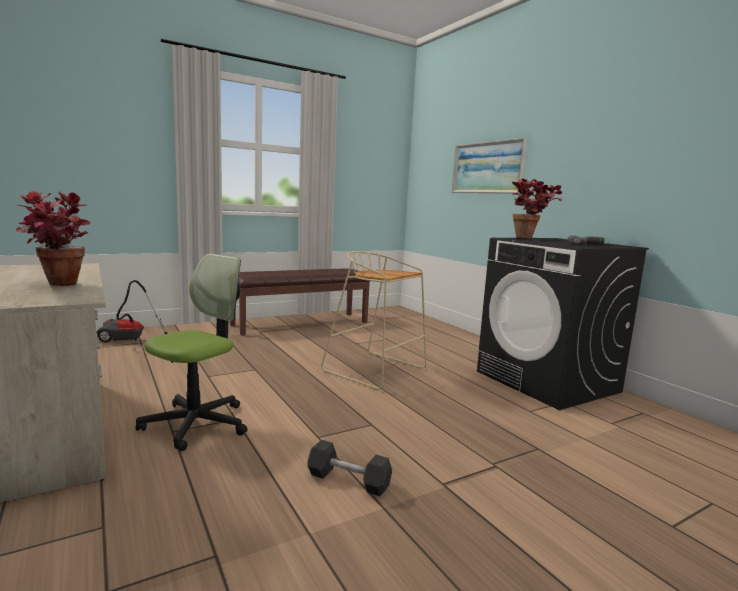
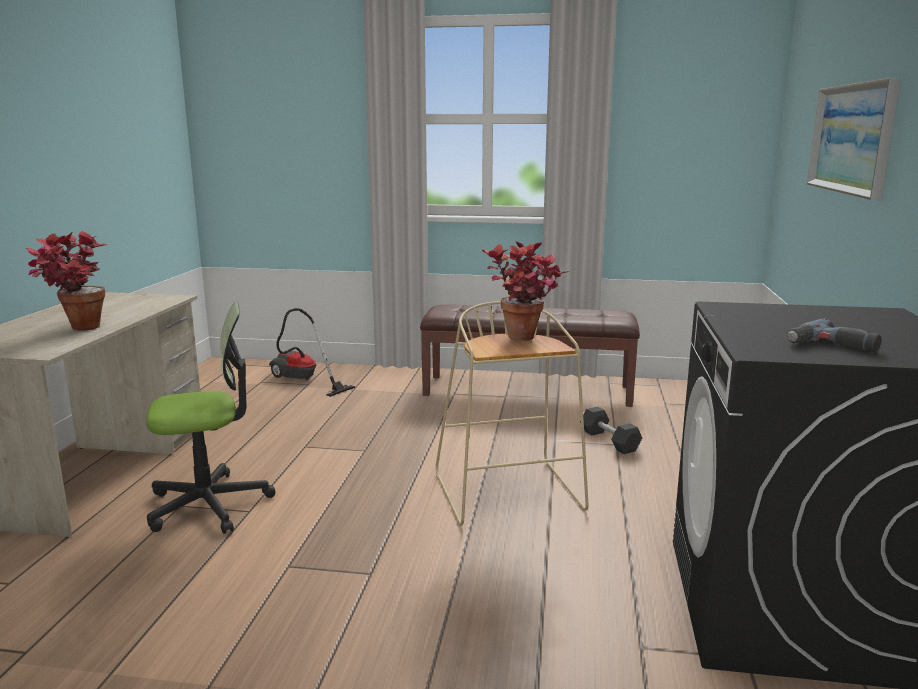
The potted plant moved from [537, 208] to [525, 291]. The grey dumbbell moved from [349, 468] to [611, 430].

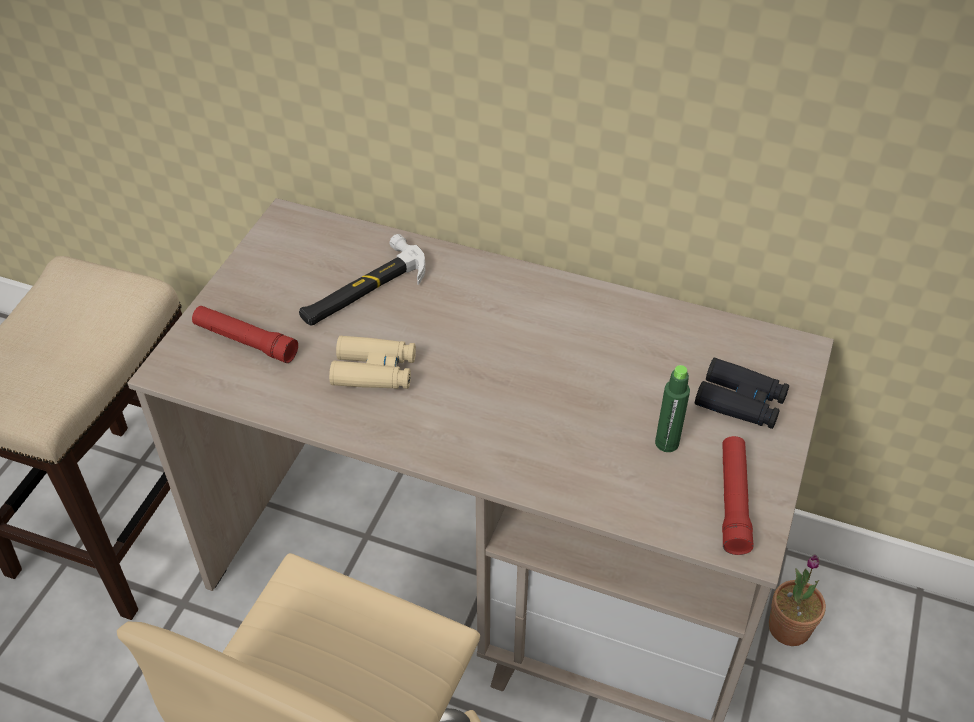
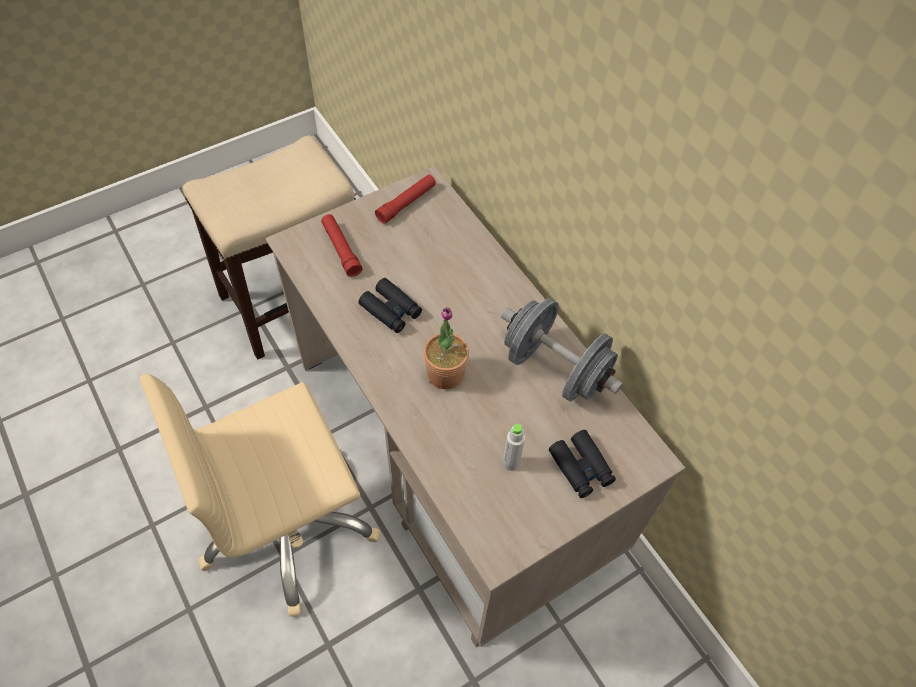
The beige binoculars at [372, 362] became the black binoculars at [390, 305]. The red flashlight moved from [738, 495] to [405, 199]. The potted plant moved from [797, 600] to [446, 348]. The grey dumbbell at [562, 349] appeared. The green bottle at [672, 408] became the grey bottle at [513, 447]. The hammer at [362, 280] disappeared.

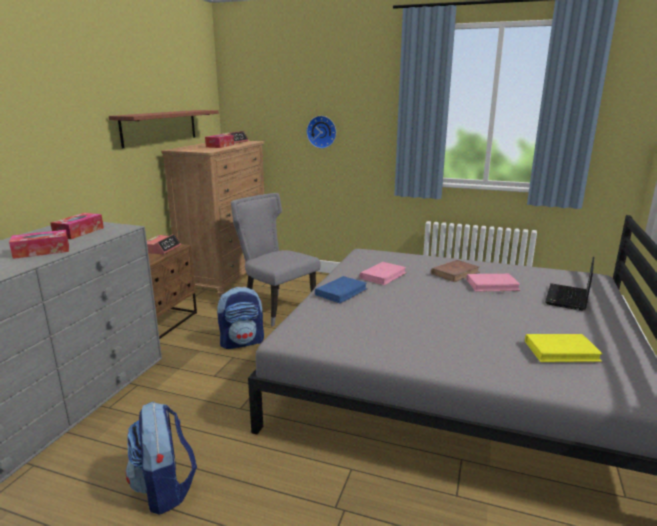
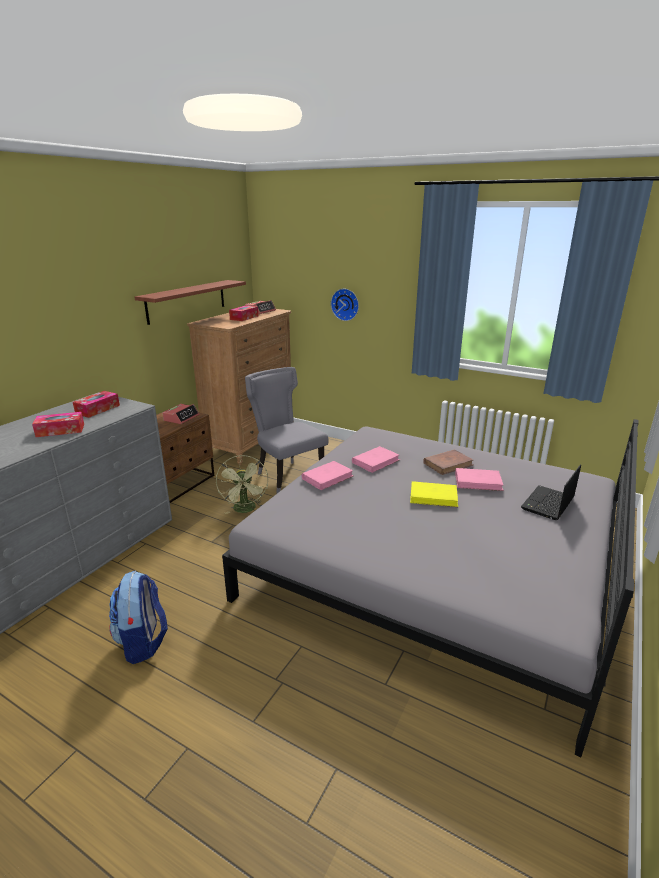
The backpack at [240, 318] was replaced by the green fan at [242, 484]. The blue book at [341, 289] became the pink book at [328, 475]. The yellow book moved from [564, 348] to [434, 494].

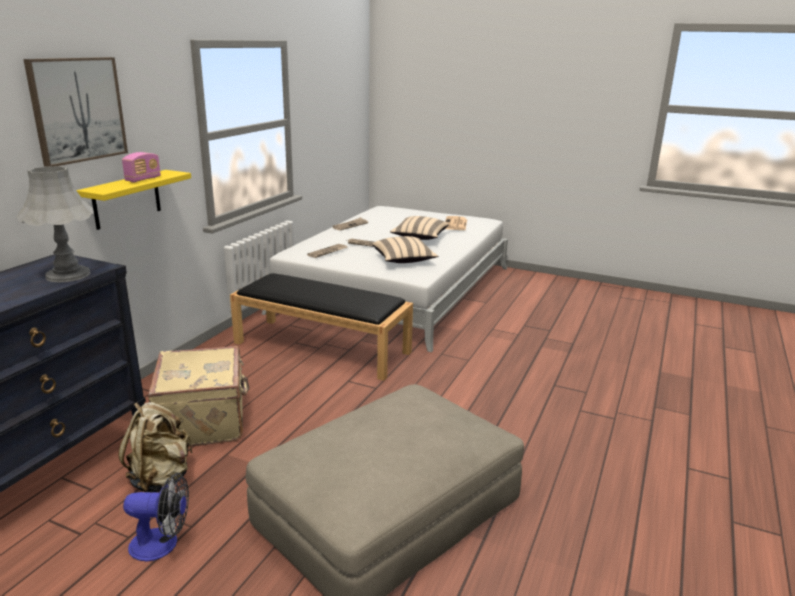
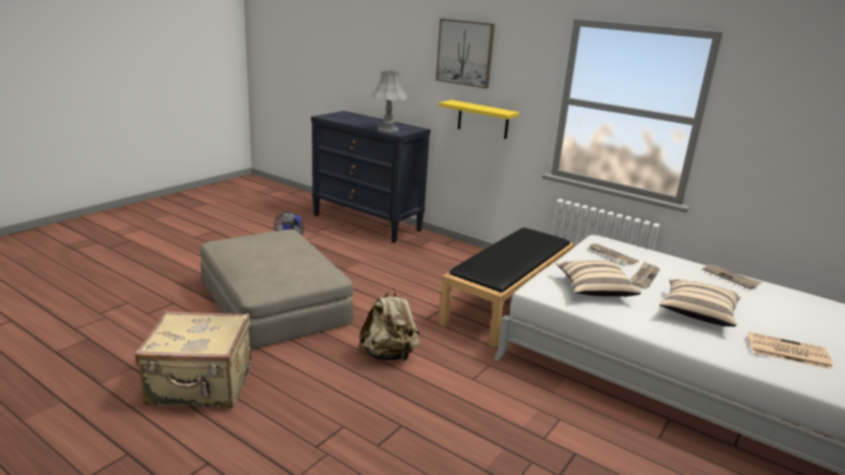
The beige suitcase moved from [198, 396] to [193, 359]. The beige backpack moved from [155, 447] to [389, 324]. The radio at [141, 167] disappeared.

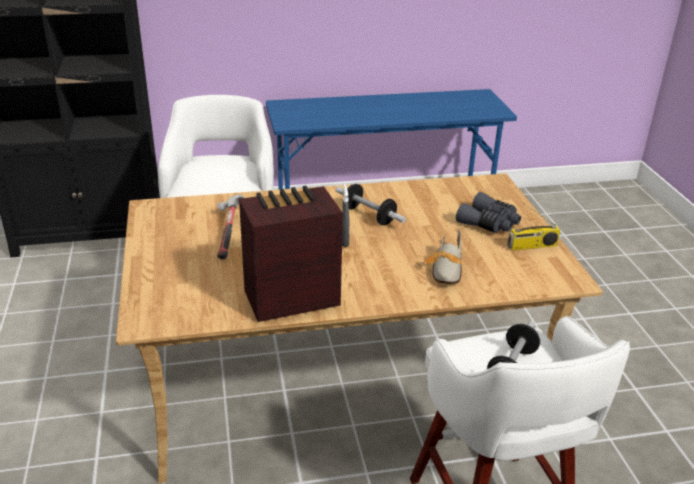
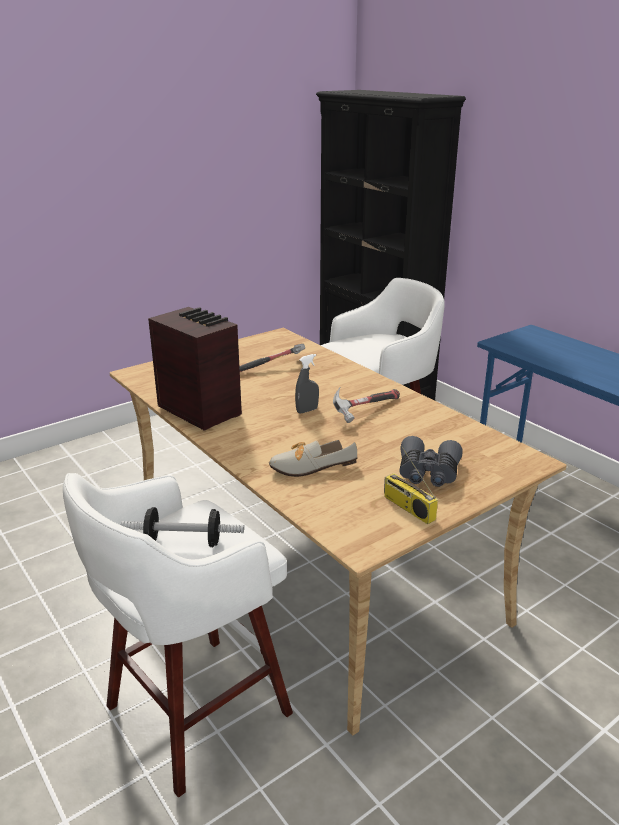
The dumbbell at [371, 204] was replaced by the hammer at [366, 405].

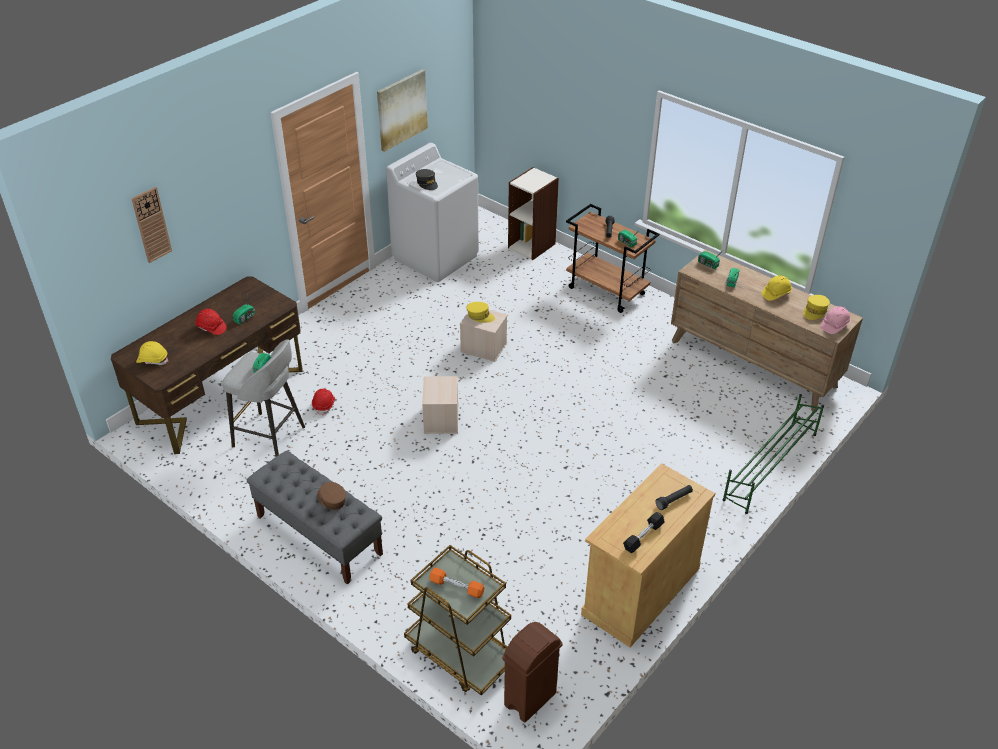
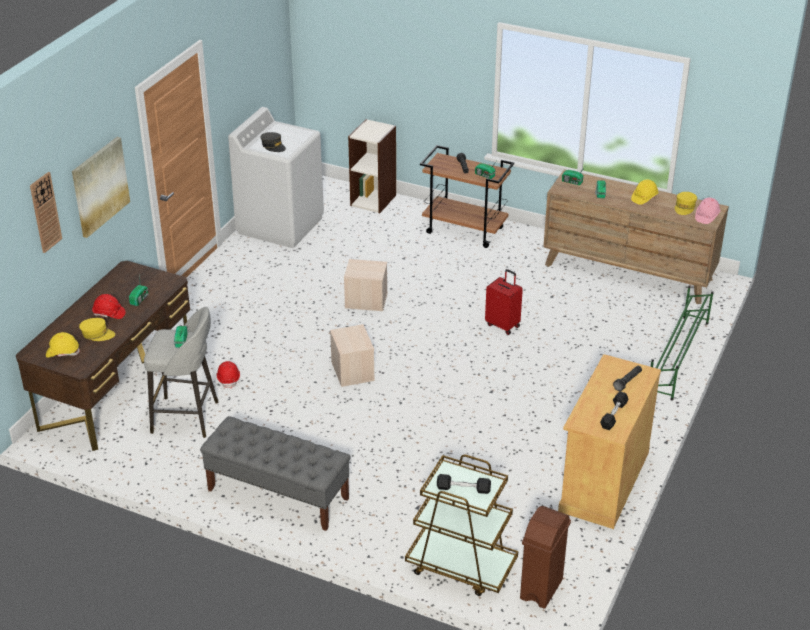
The picture moved from [402, 110] to [101, 187]. The yellow cap moved from [480, 312] to [97, 329]. The orange dumbbell at [456, 582] became the black dumbbell at [464, 484]. The red suitcase at [504, 302] appeared. The brown cap at [331, 496] disappeared.

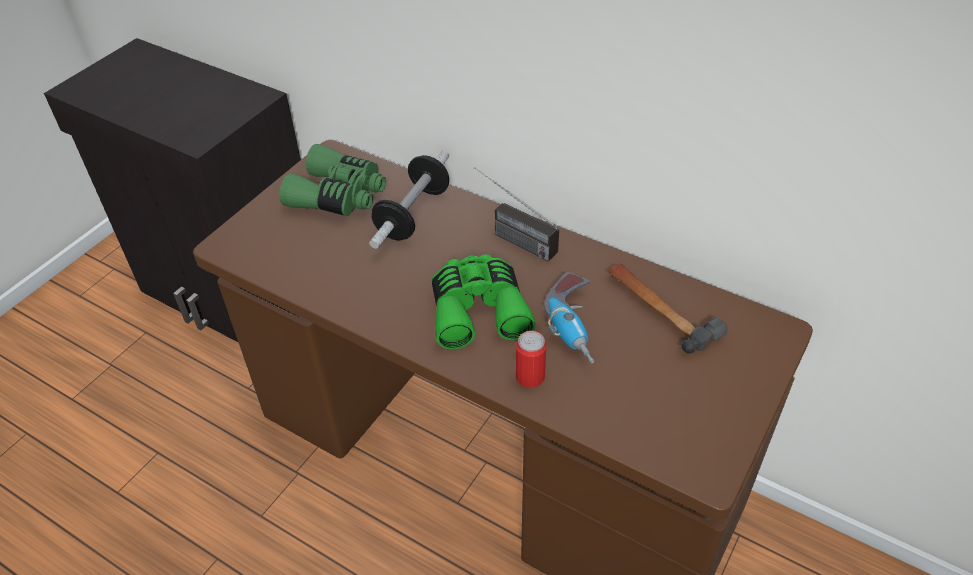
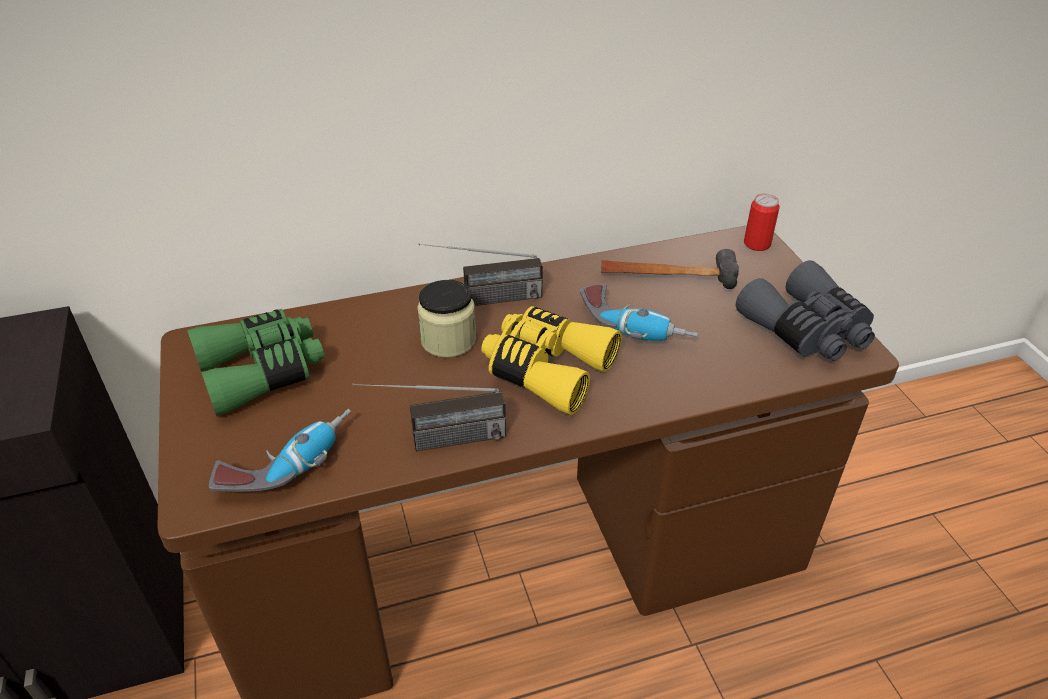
The power drill at [280, 450] appeared. The radio at [429, 417] appeared. The jar at [446, 319] appeared. The green binoculars at [484, 301] became the yellow binoculars at [551, 360]. The grey binoculars at [805, 310] appeared. The can moved from [531, 359] to [762, 222]. The dumbbell at [409, 200] disappeared.

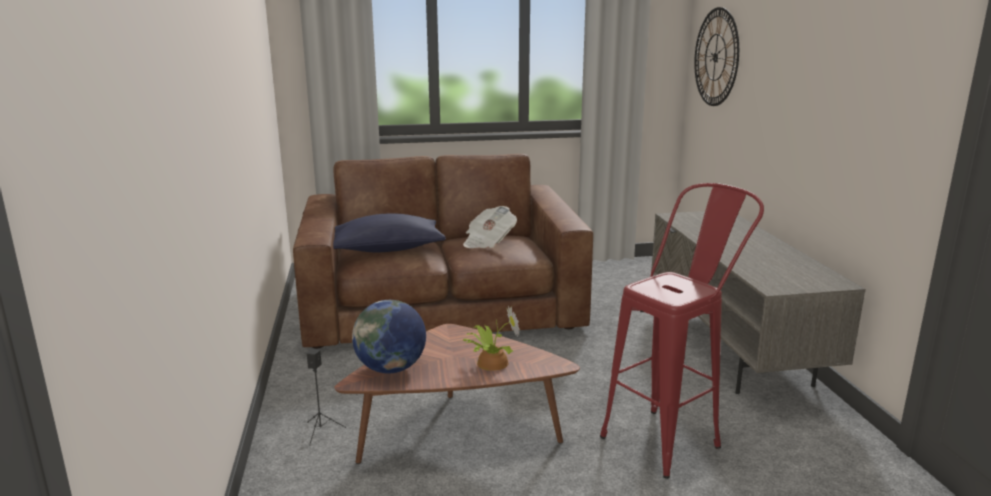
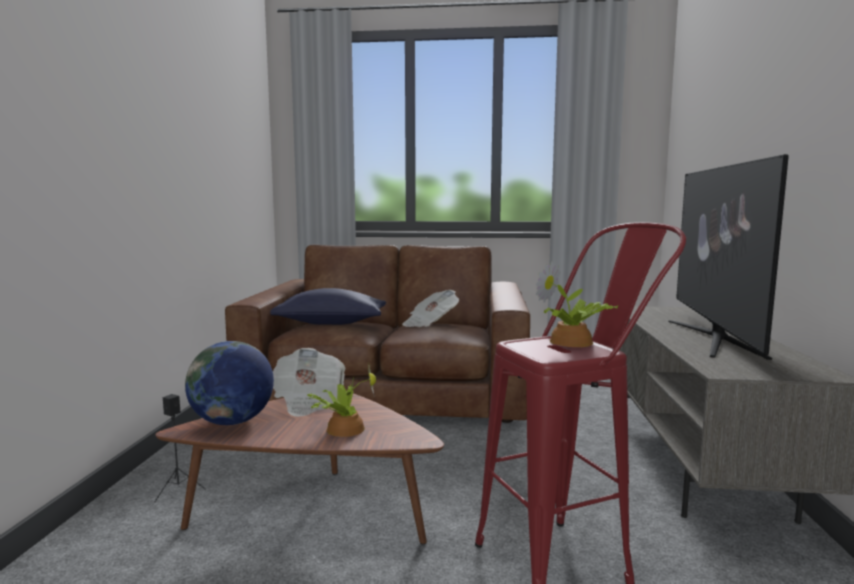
The newspaper at [309, 382] appeared. The potted plant at [577, 304] appeared. The television at [728, 257] appeared. The wall clock at [716, 56] disappeared.

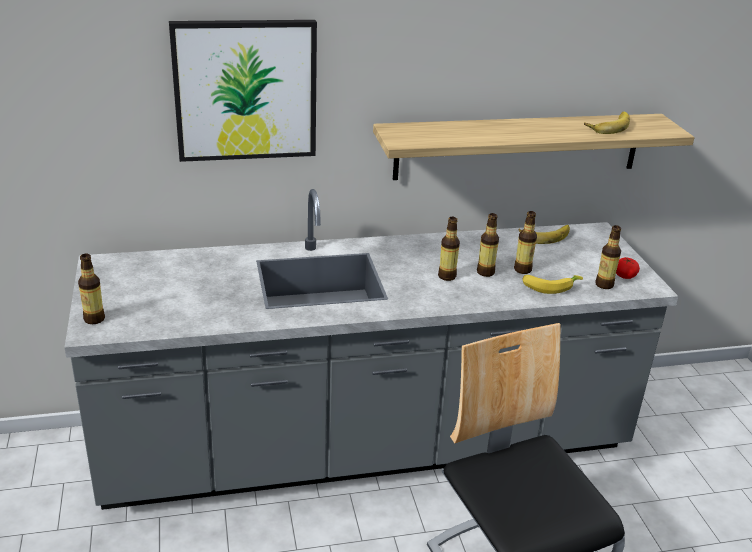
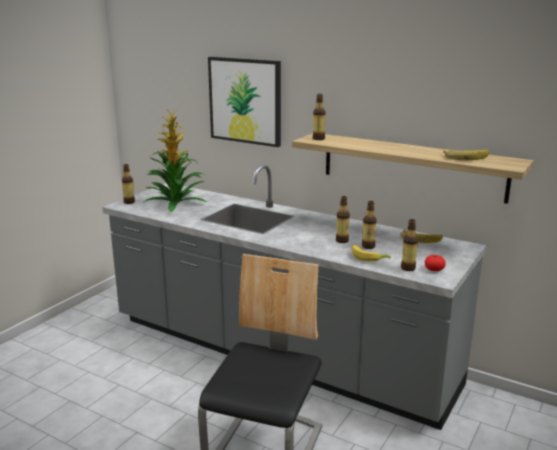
The potted plant at [175, 160] appeared. The bottle moved from [449, 249] to [319, 117].

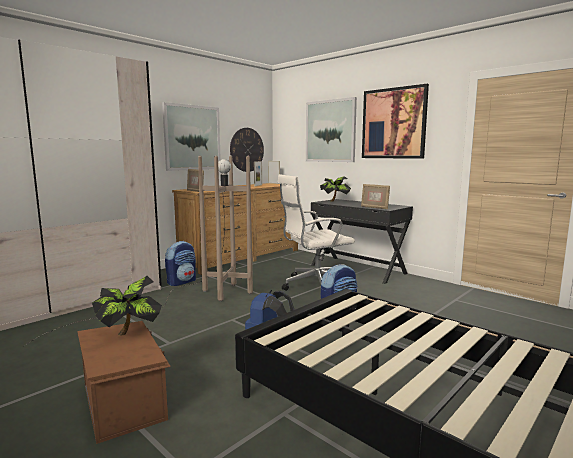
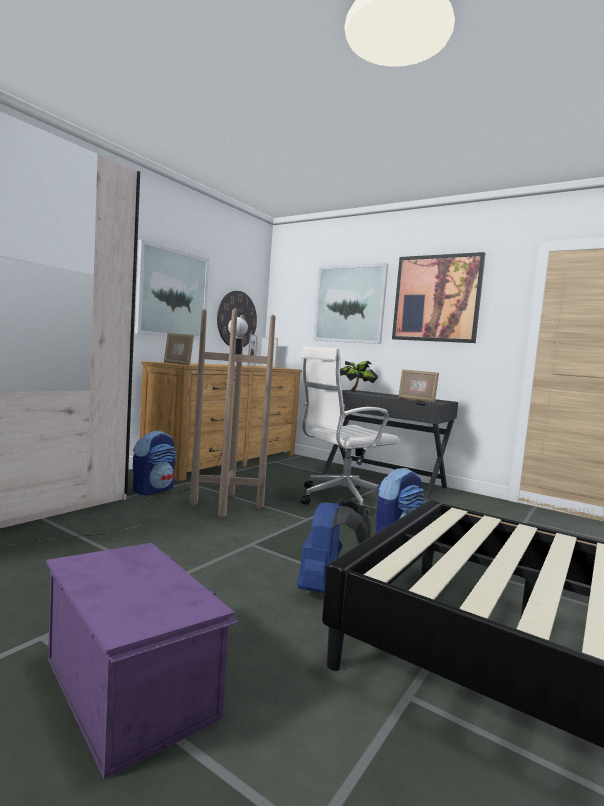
The brown storage box at [124, 382] became the purple storage box at [143, 661]. The potted plant at [127, 306] disappeared.

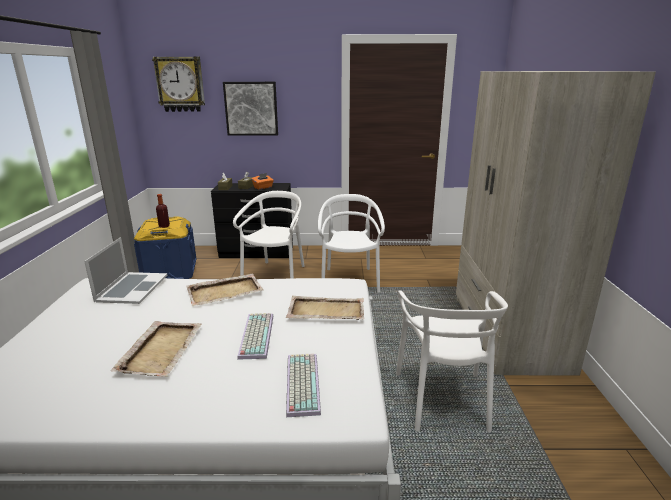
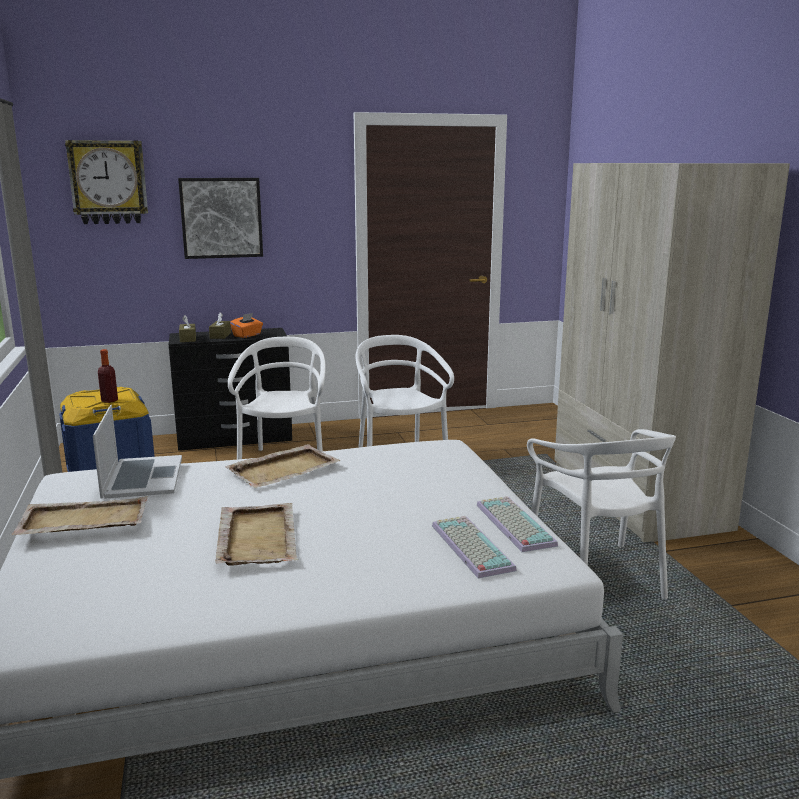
The beige tray moved from [325, 308] to [79, 515]. The keyboard moved from [255, 336] to [517, 524].

